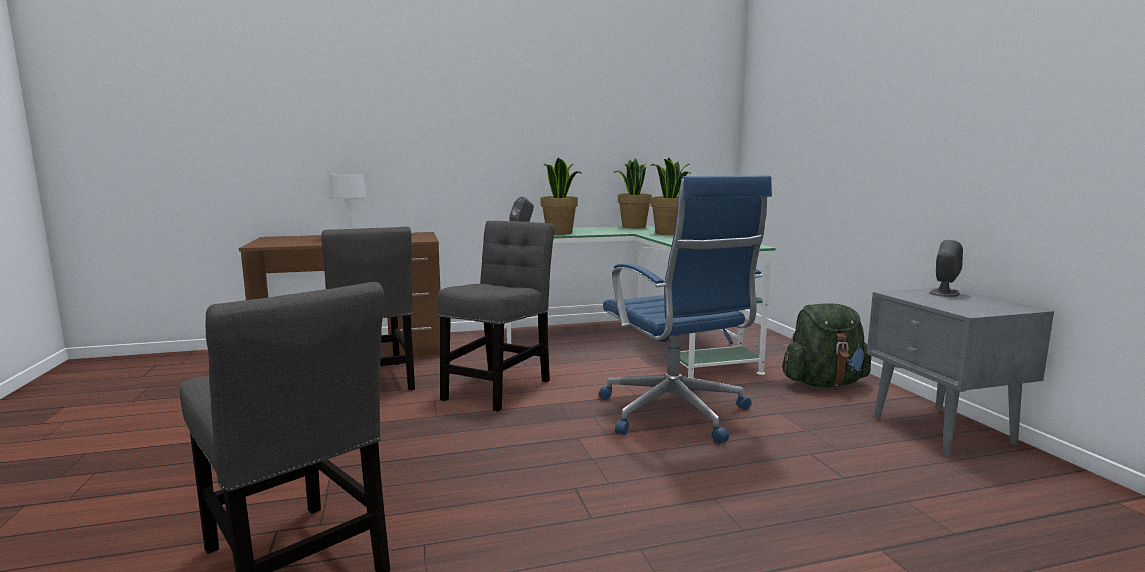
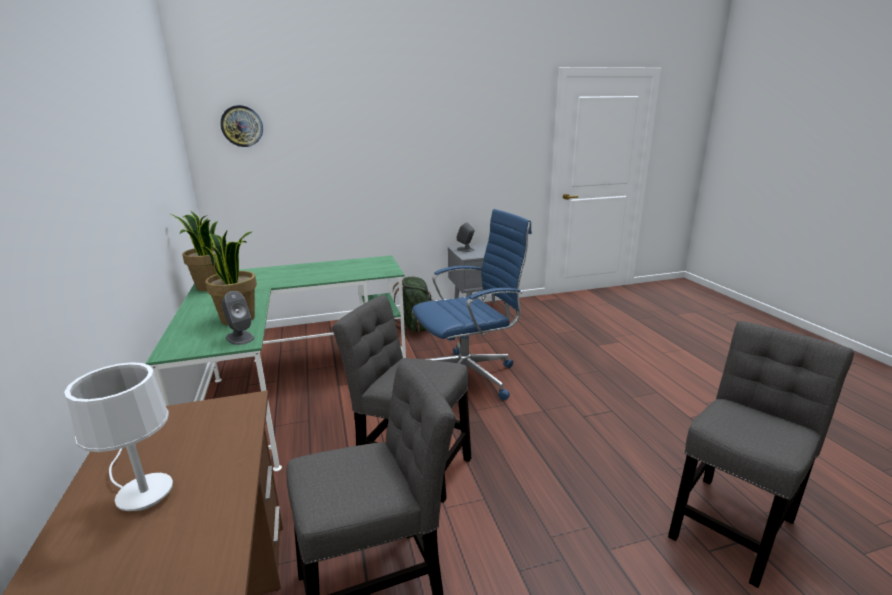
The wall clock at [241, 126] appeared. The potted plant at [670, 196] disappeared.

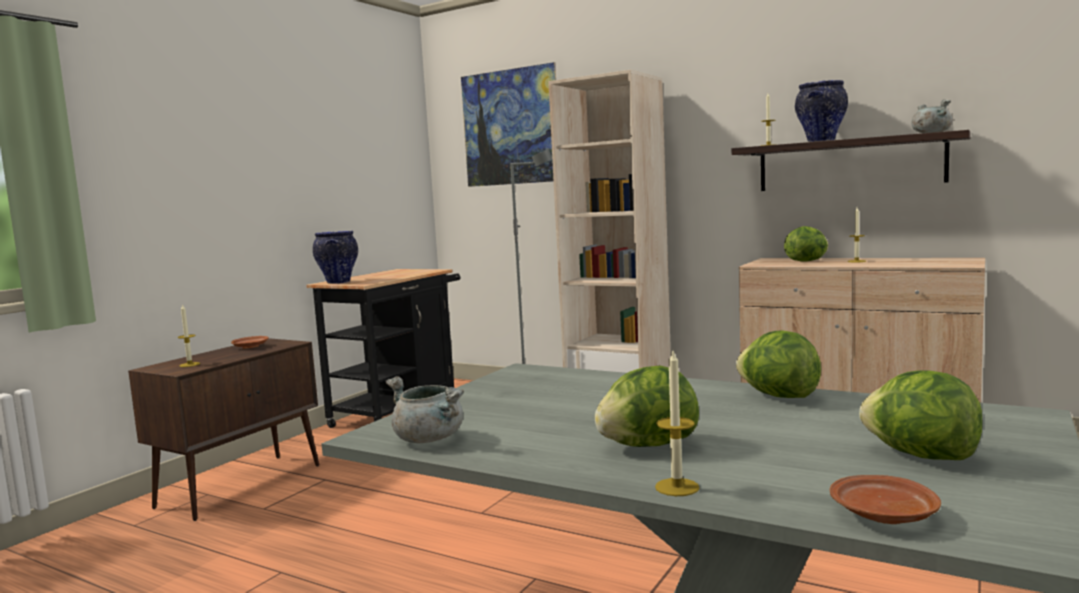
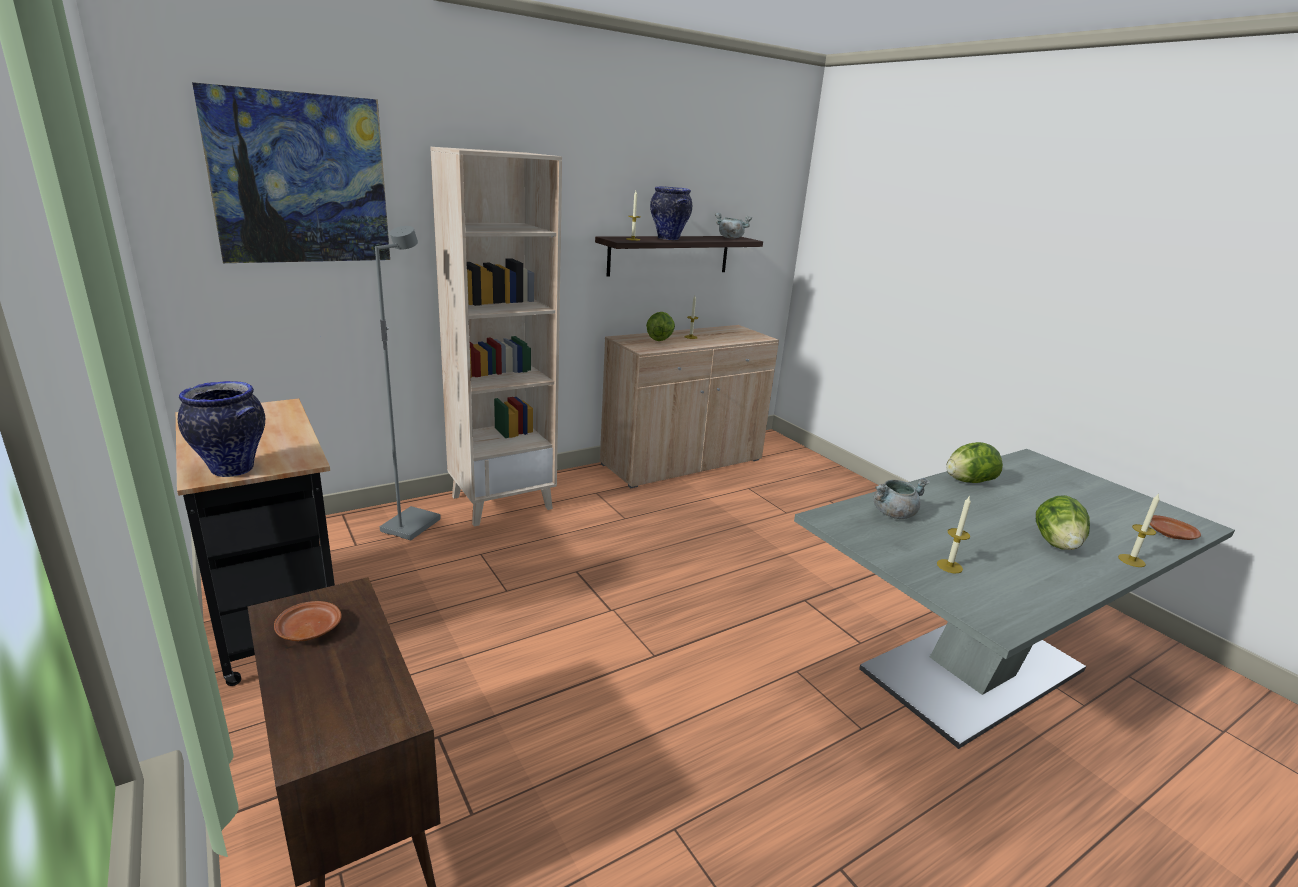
The grey cooking pot moved from [424, 409] to [901, 498]. The candle moved from [189, 335] to [954, 534]. The lettuce at [921, 415] disappeared.

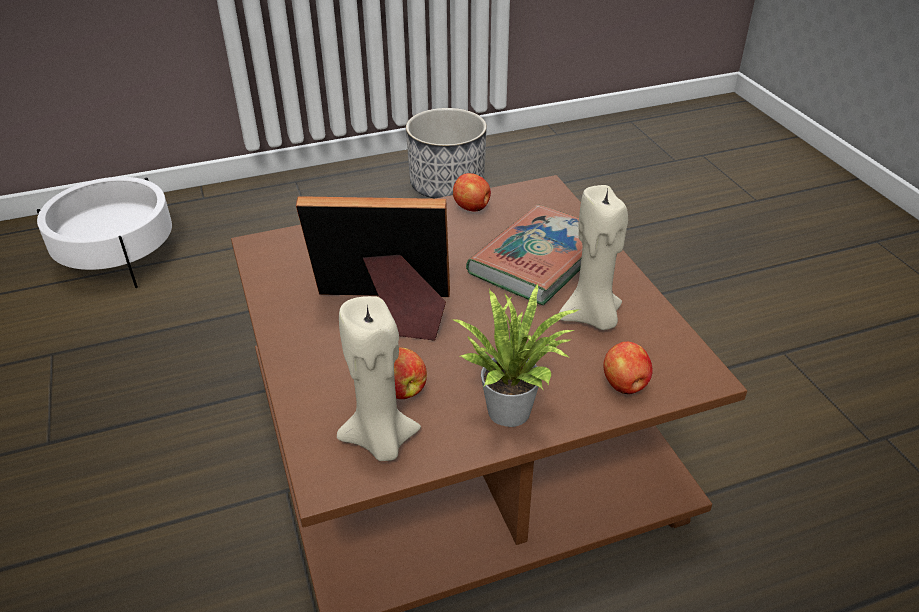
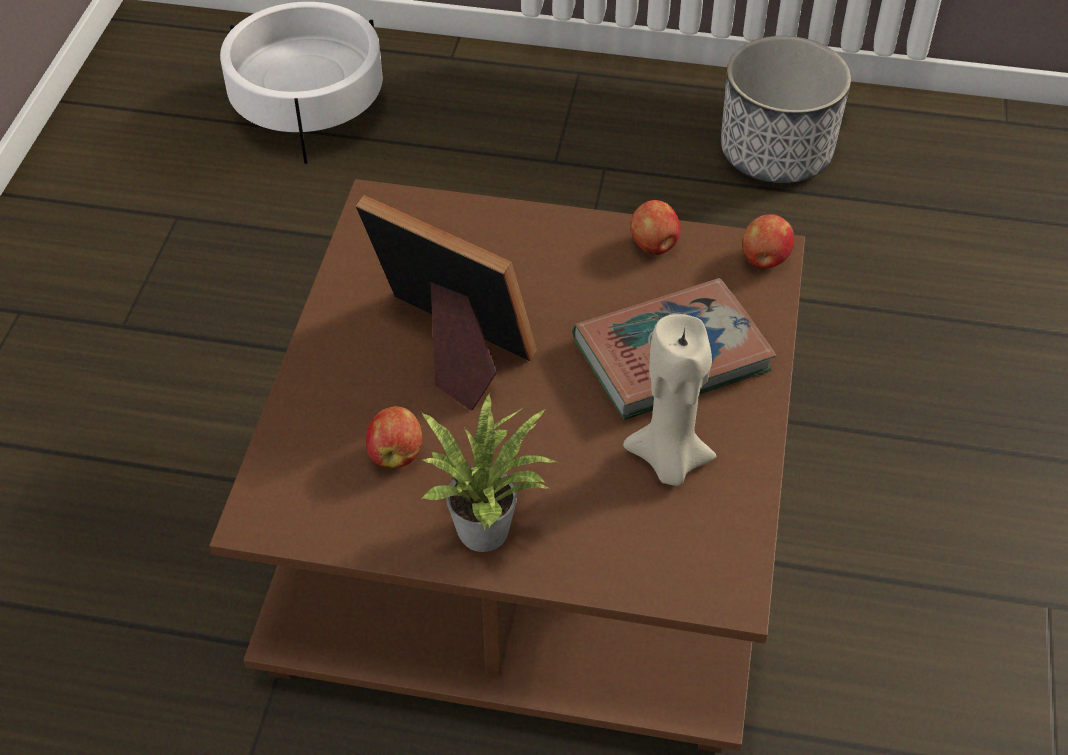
The apple moved from [628, 368] to [768, 241]. The beige candle at [379, 378] disappeared.

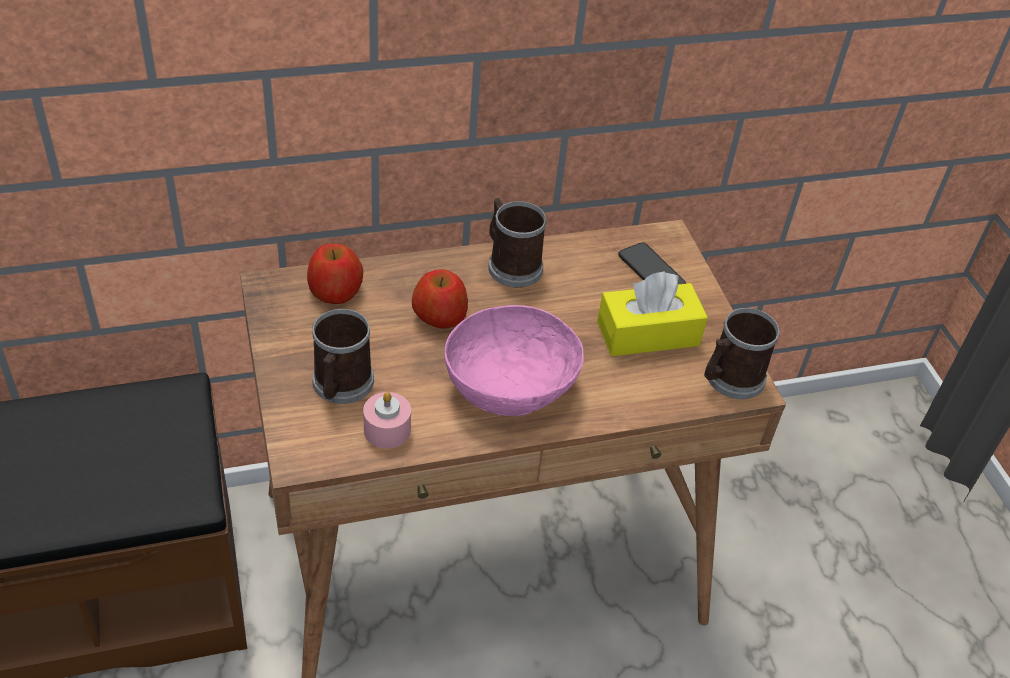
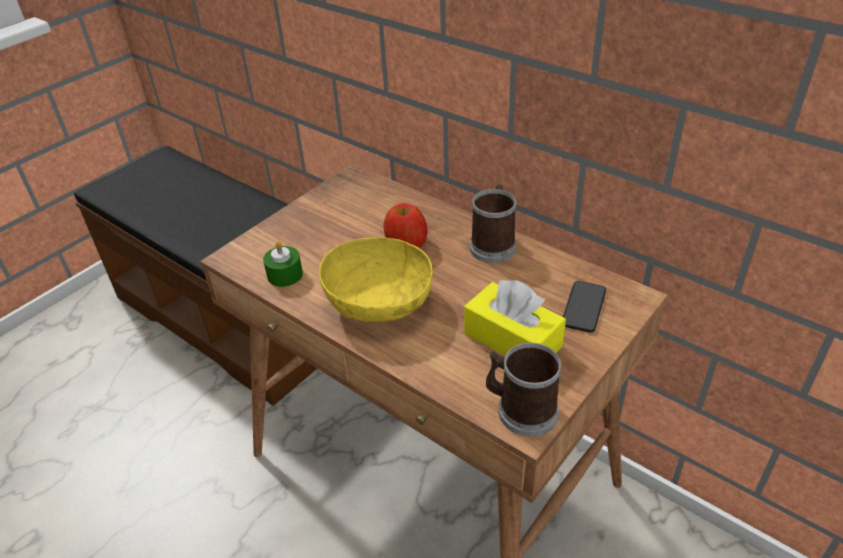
The pink candle at [387, 420] became the green candle at [283, 264]. The pink bowl at [514, 360] became the yellow bowl at [376, 279]. The apple at [335, 273] disappeared. The mug at [343, 356] disappeared.

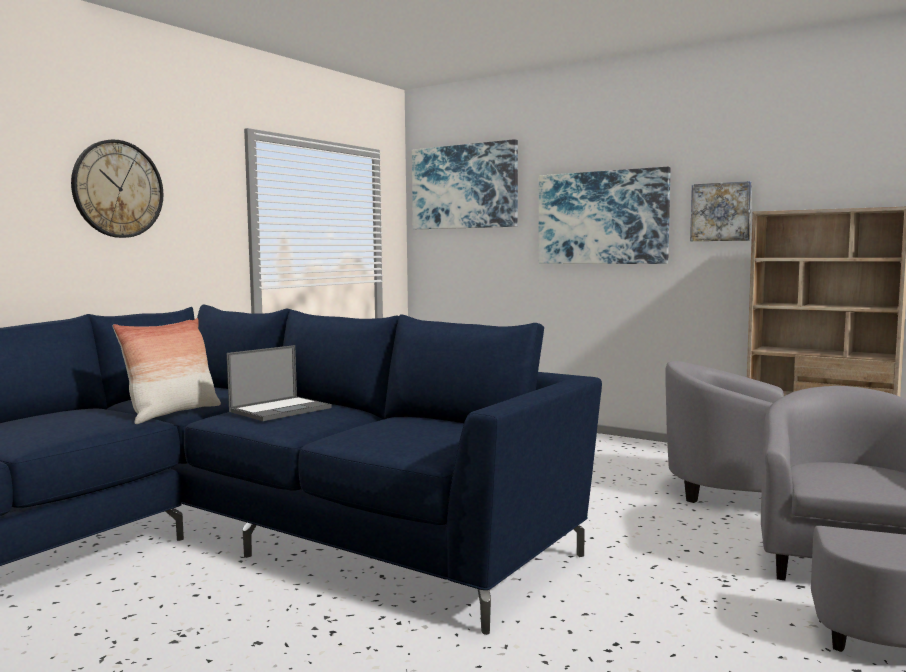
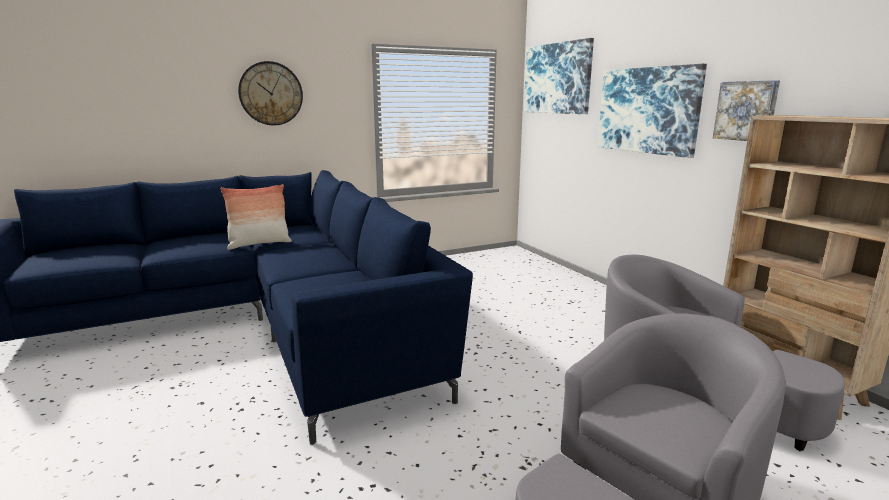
The laptop at [279, 383] disappeared.

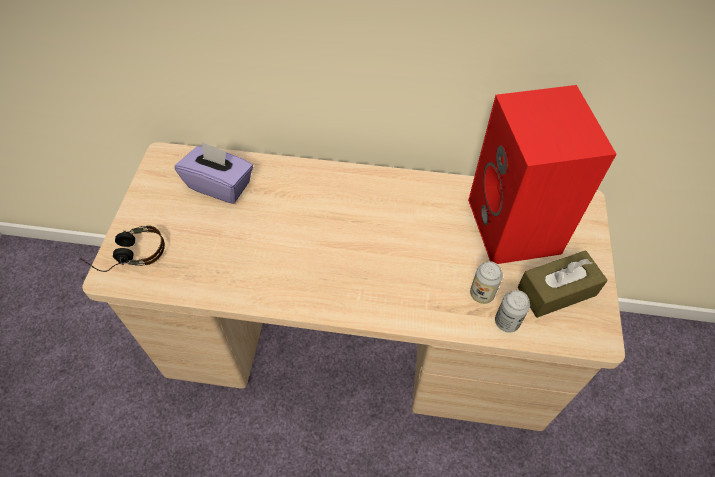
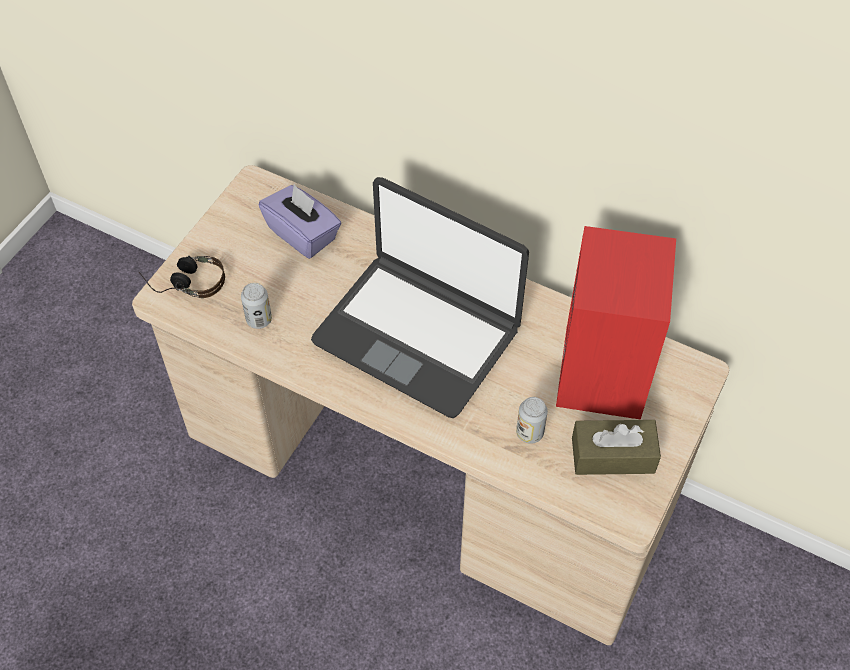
The can moved from [512, 311] to [256, 306]. The laptop at [420, 297] appeared.

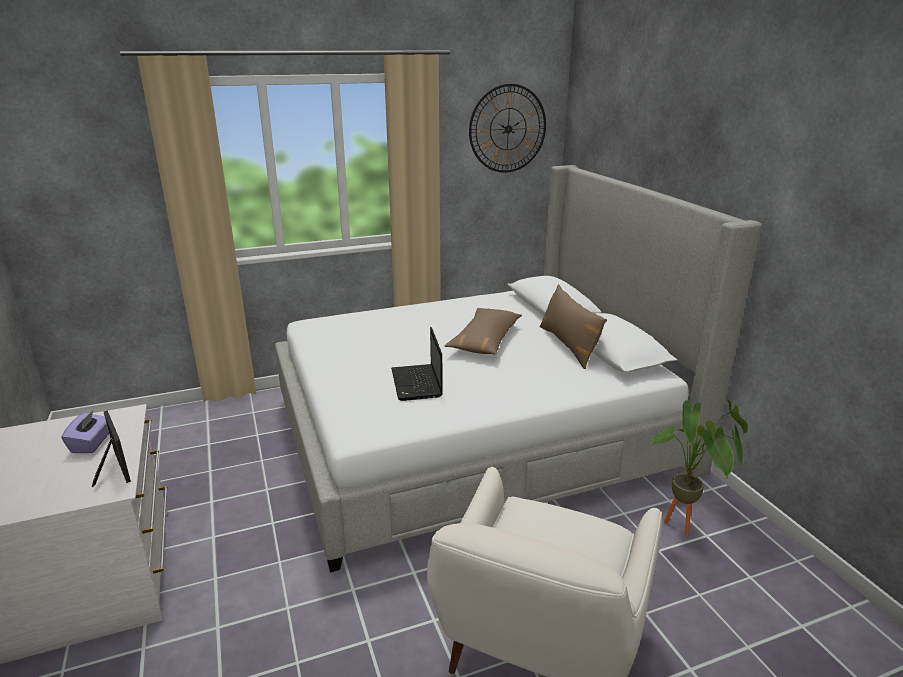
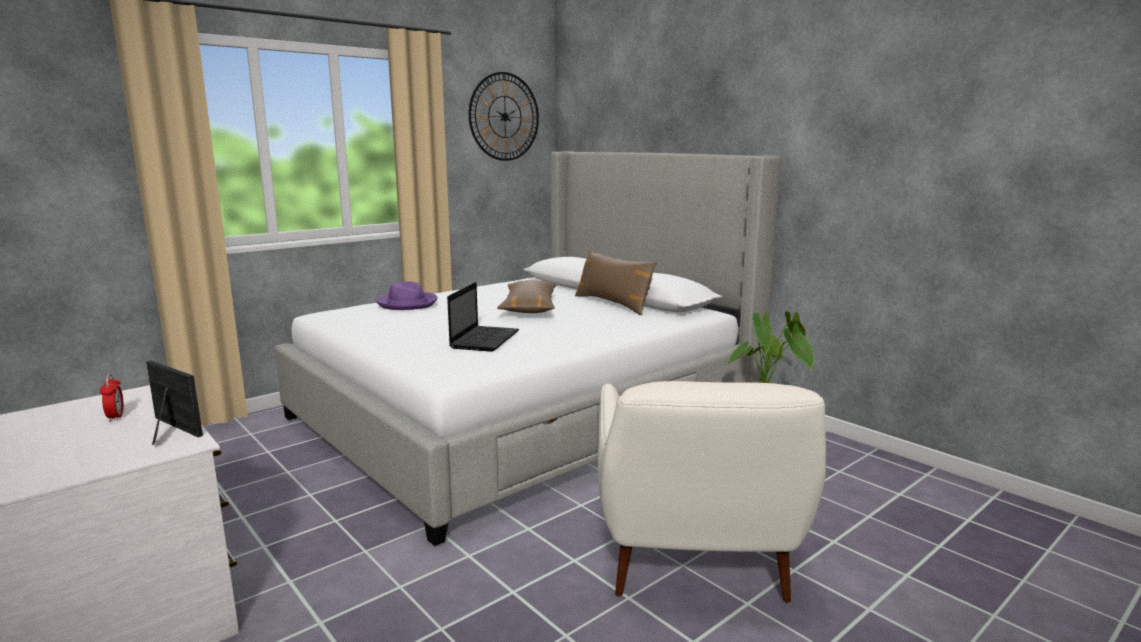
The purple tissue box at [85, 432] was replaced by the alarm clock at [112, 398]. The purple hat at [406, 295] appeared. The laptop at [417, 364] turned 135 degrees counterclockwise.

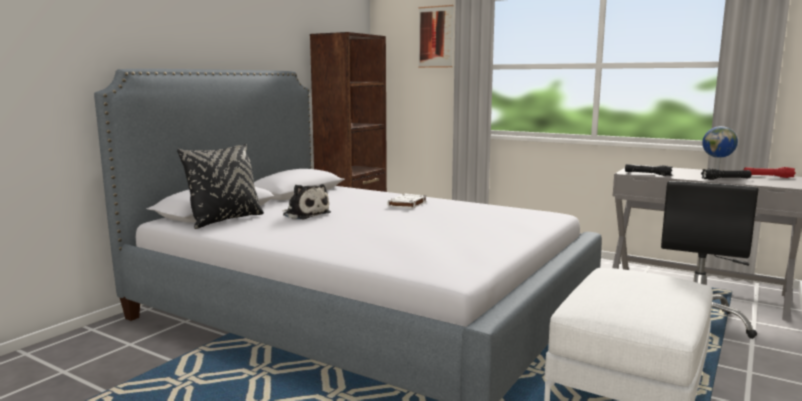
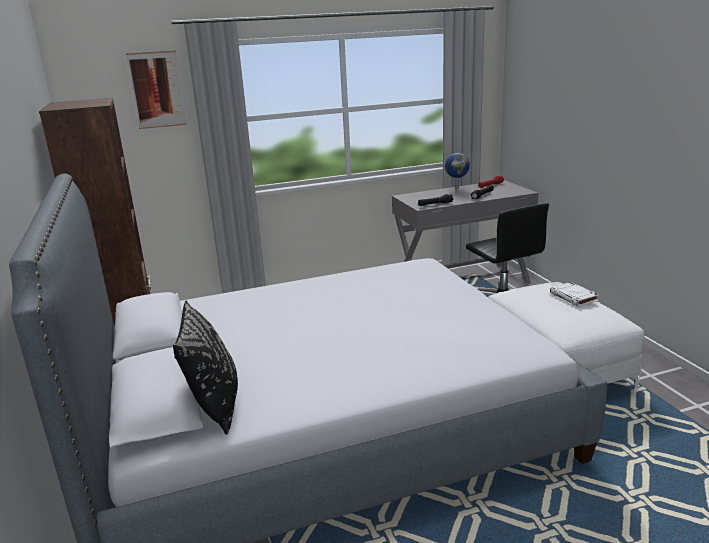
The white book moved from [407, 201] to [574, 294]. The plush toy at [306, 201] disappeared.

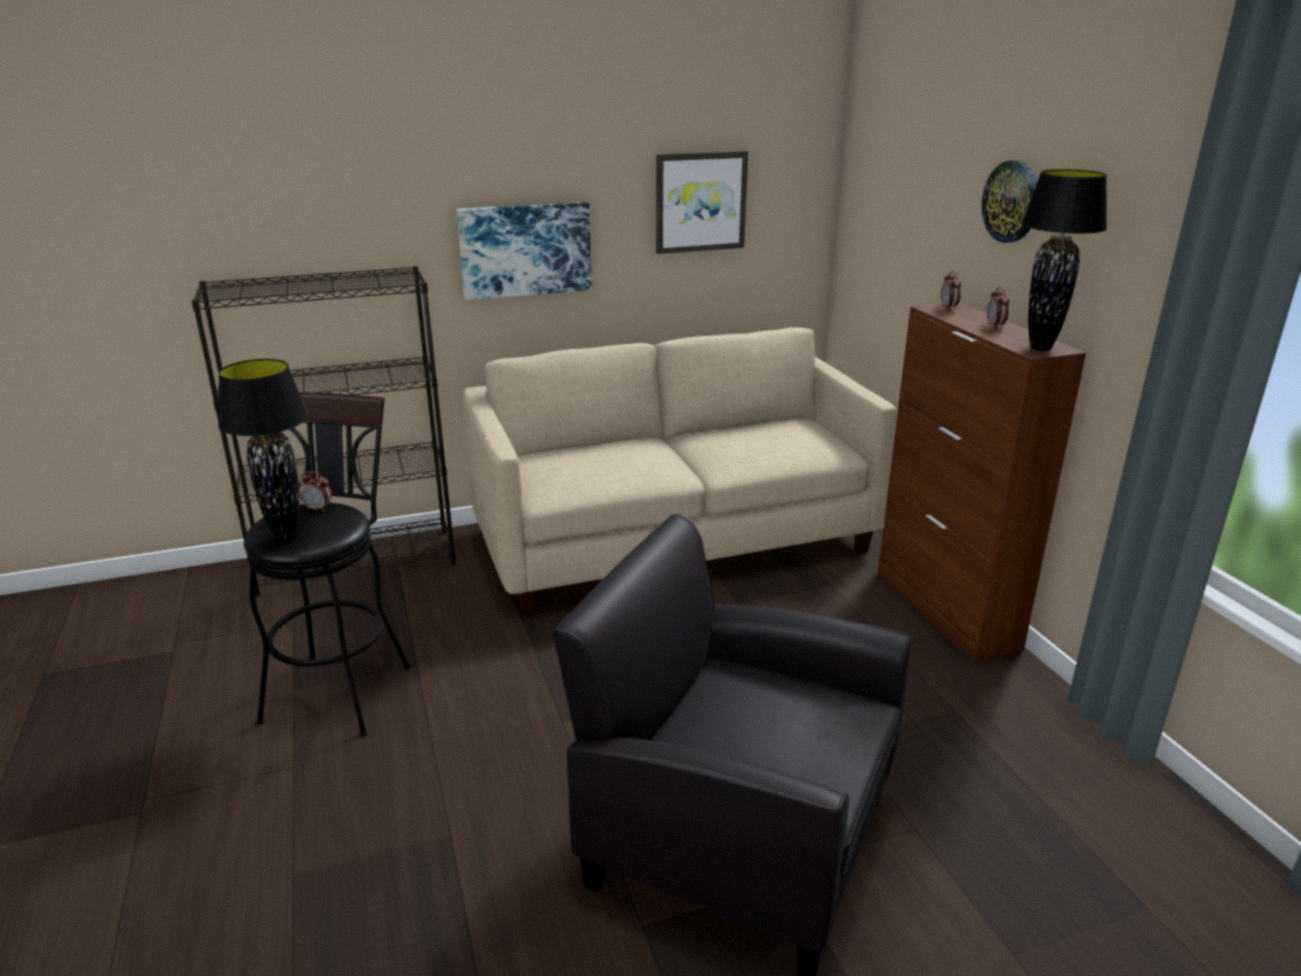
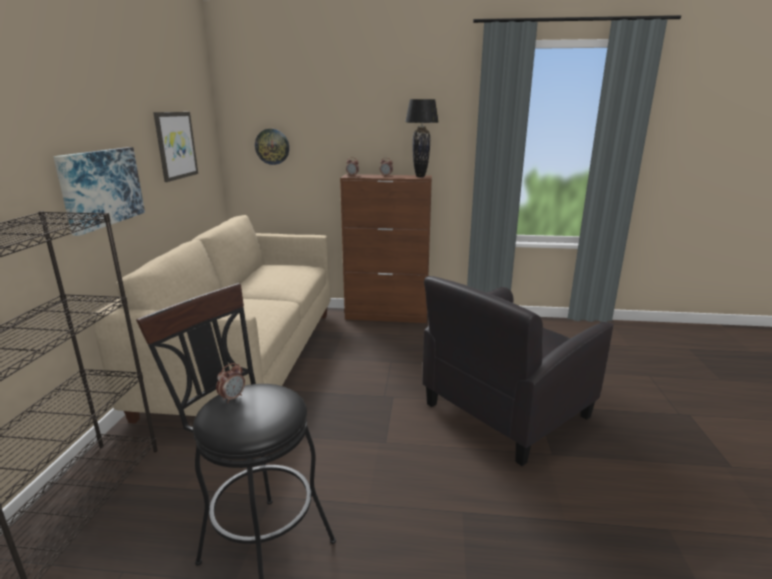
The wall clock moved from [1009, 201] to [272, 147]. The black table lamp at [263, 450] disappeared.

